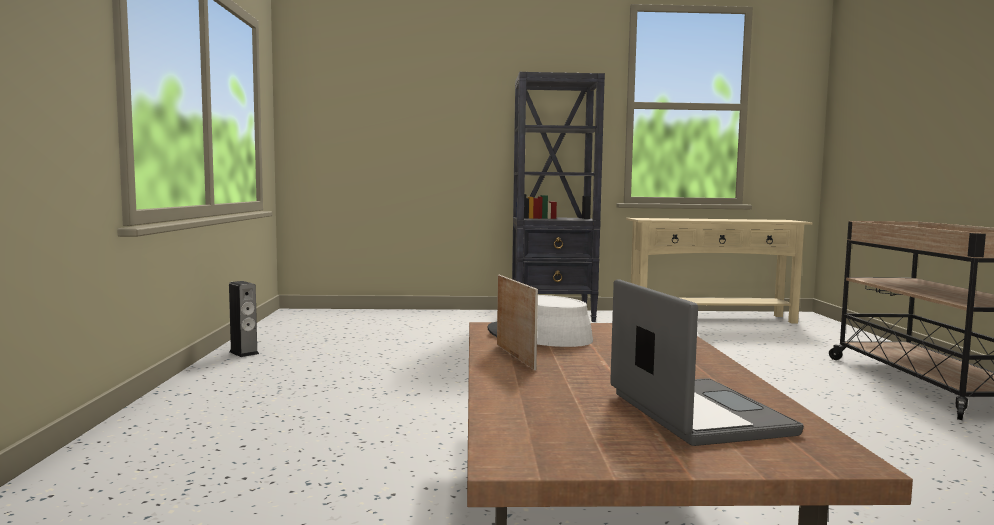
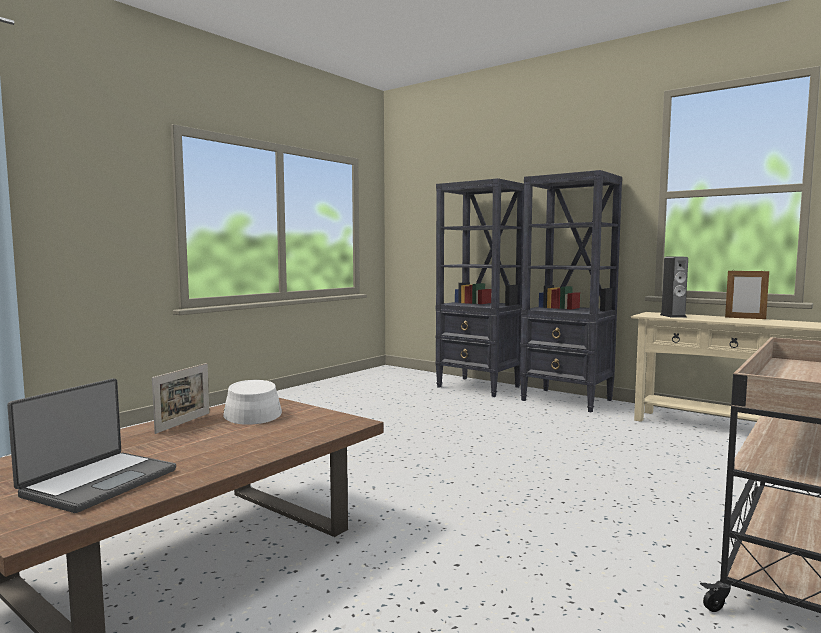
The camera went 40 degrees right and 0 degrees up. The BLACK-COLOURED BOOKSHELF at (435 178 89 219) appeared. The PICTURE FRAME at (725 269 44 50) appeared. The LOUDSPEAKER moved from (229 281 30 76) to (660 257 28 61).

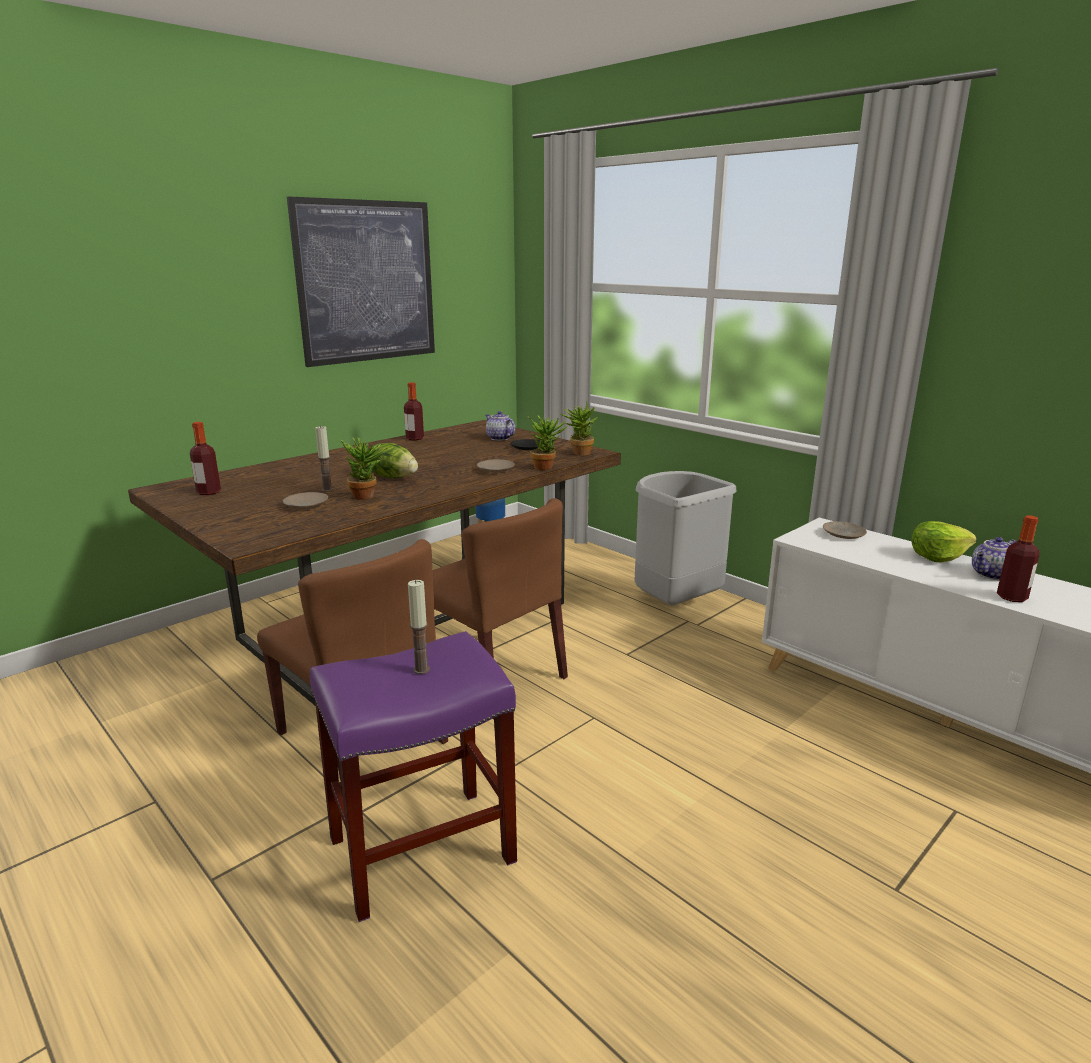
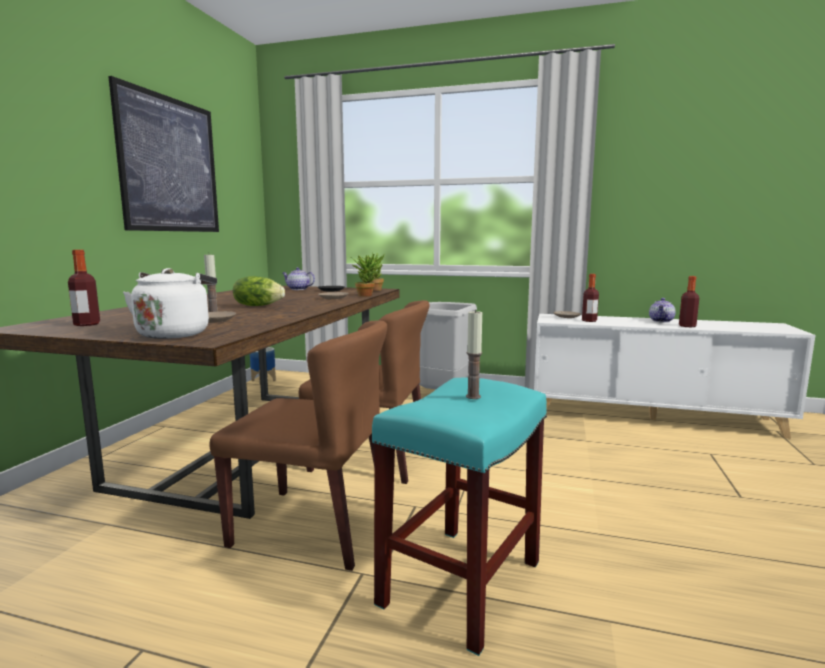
The camera went 30 degrees left and 10 degrees down. The PLANT IN A POT at (341 437 48 63) disappeared. The LETTUCE at (912 521 64 41) disappeared. The WHITE-COLOURED KETTLE at (123 268 94 71) appeared. The DRINK BOTTLE moved from (404 382 20 58) to (582 274 17 48). The PURPLE STOOL at (310 631 207 291) became the BLUE-GREEN STOOL at (372 377 175 279).

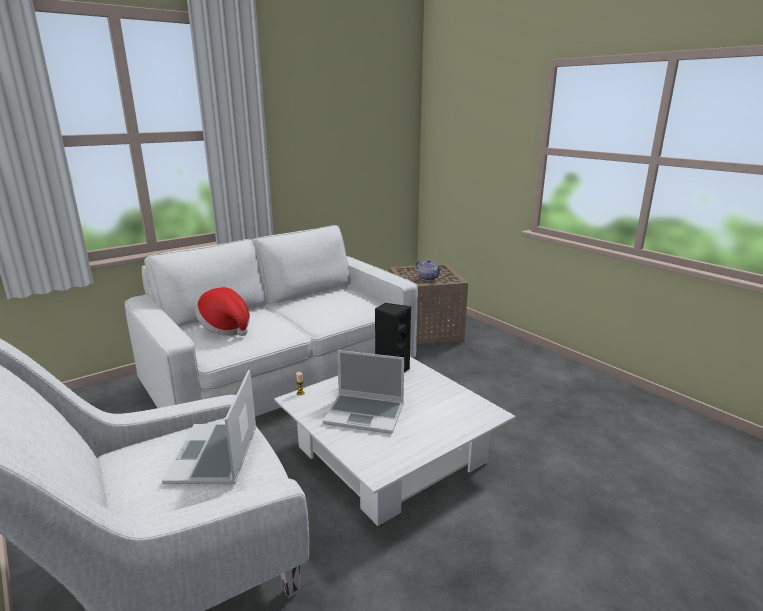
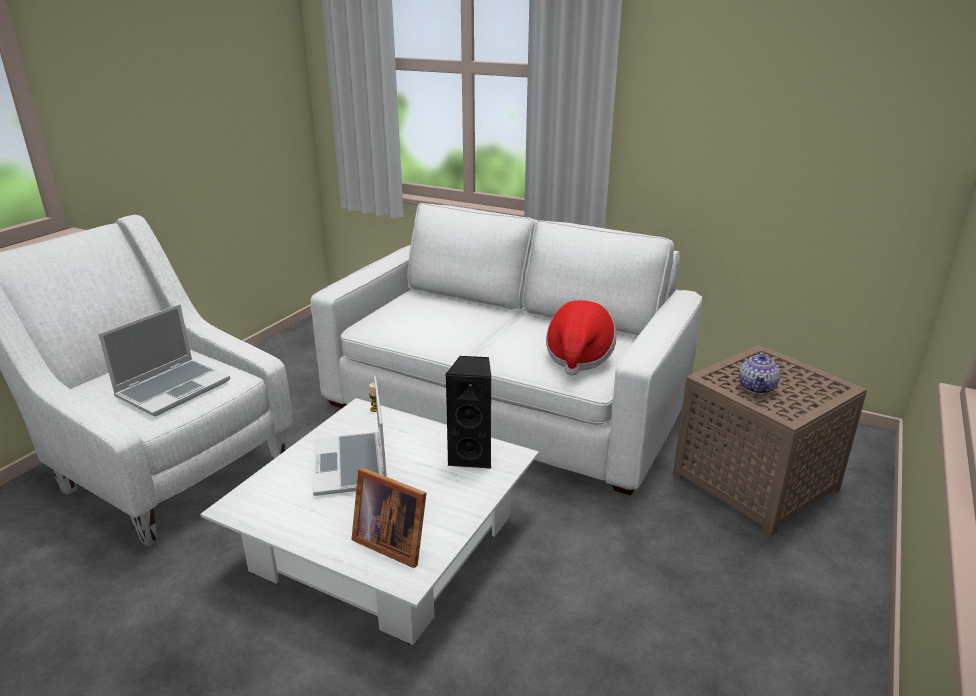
The camera went 65 degrees right and 5 degrees up. The PICTURE FRAME at (351 468 76 100) appeared. The CLOTHING HAT moved from (195 287 55 49) to (546 300 71 76). The NOTEBOOK COMPUTER at (162 370 95 114) turned 150 degrees clockwise.

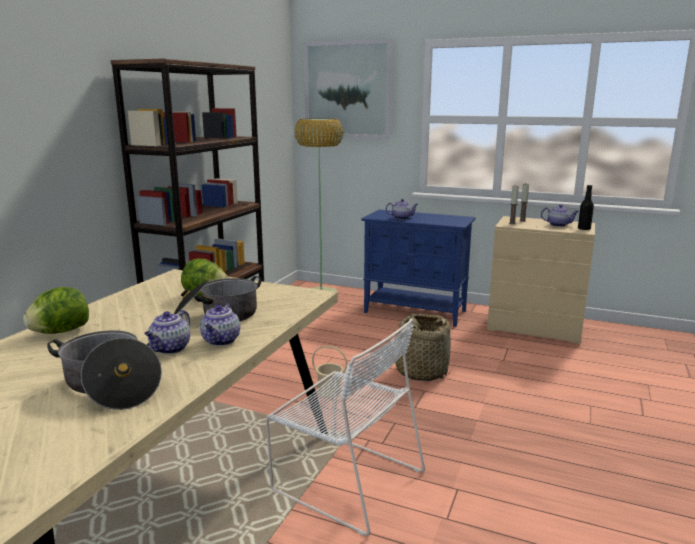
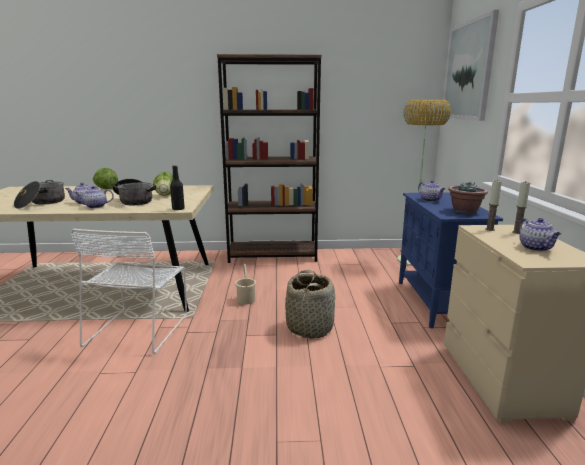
The camera went 65 degrees right and 0 degrees up. The PLANT IN A POT at (448 181 40 33) appeared. The BLACK-COLOURED DRINK BOTTLE moved from (578 185 16 45) to (170 165 15 45).

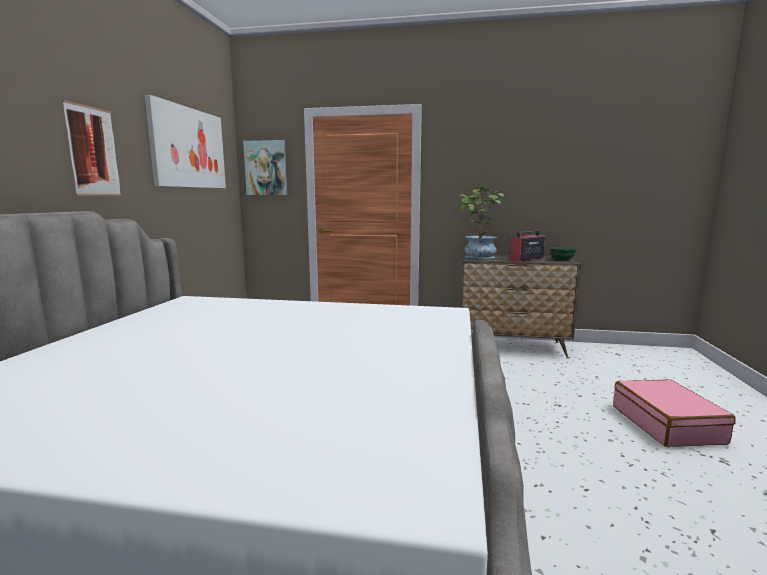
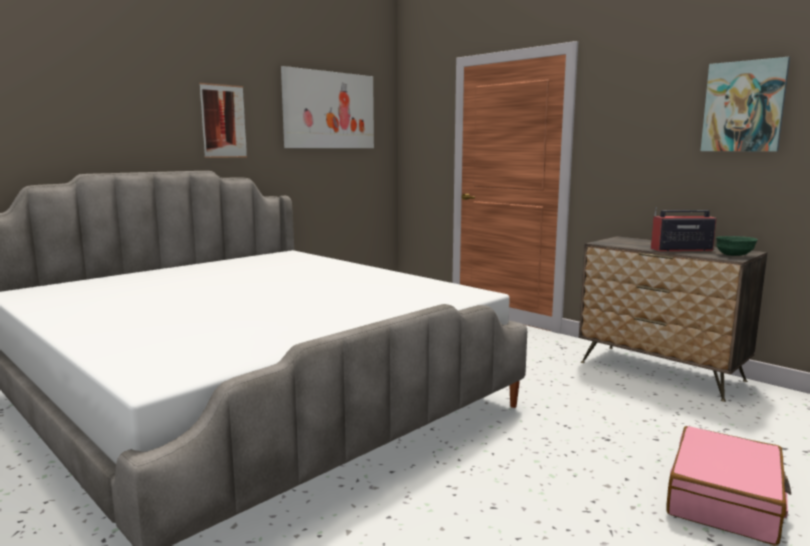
The camera went 35 degrees right and 0 degrees up. The PLANT IN A POT at (460 187 44 72) disappeared. The WALL ART moved from (243 140 44 55) to (701 57 89 94).

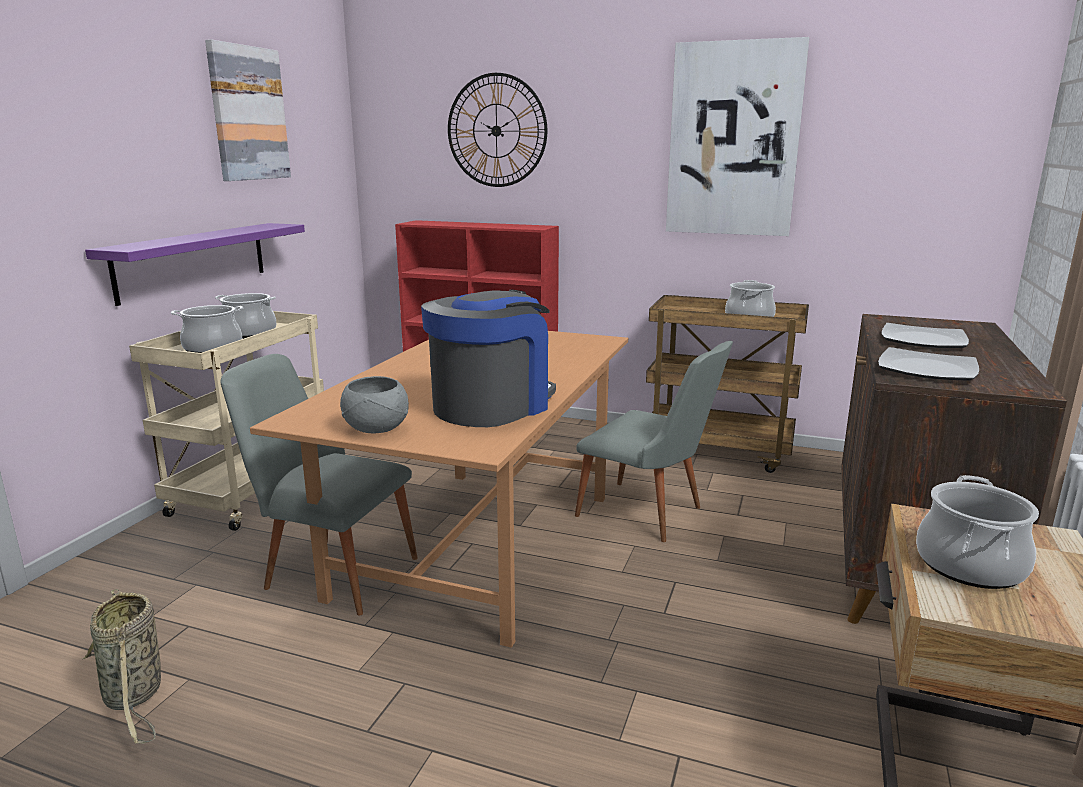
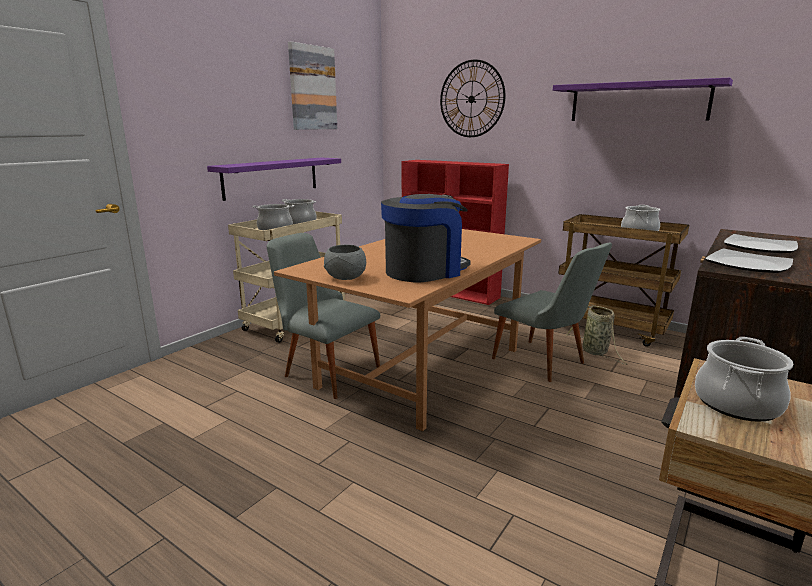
The camera went 15 degrees right and 0 degrees up. The HOUSEHOLD BASKET moved from (82 589 79 155) to (566 304 61 61). The WALL ART at (666 37 143 199) was replaced by the PURPLE WALL SHELF at (553 78 180 43).

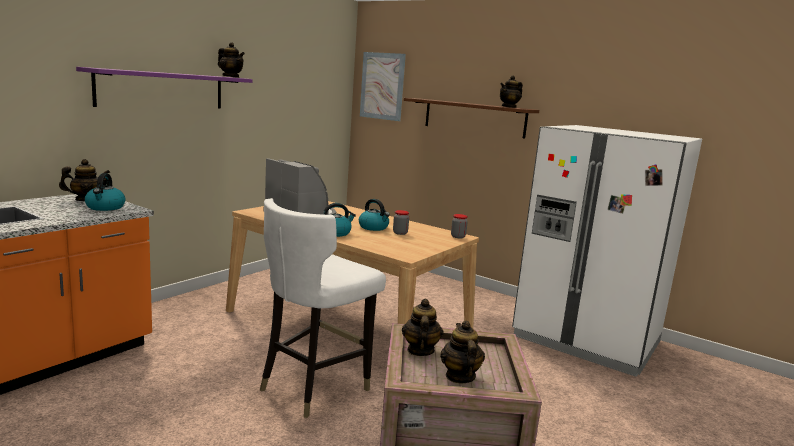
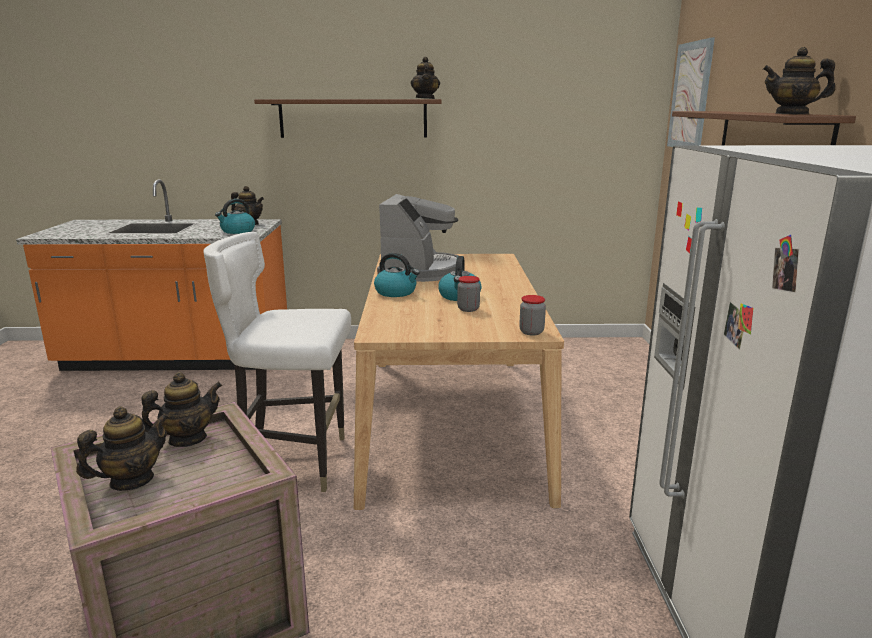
The camera went 55 degrees right and 5 degrees up. The PURPLE WALL SHELF at (76 67 176 42) became the BROWNISH WALL SHELF at (254 99 187 39).

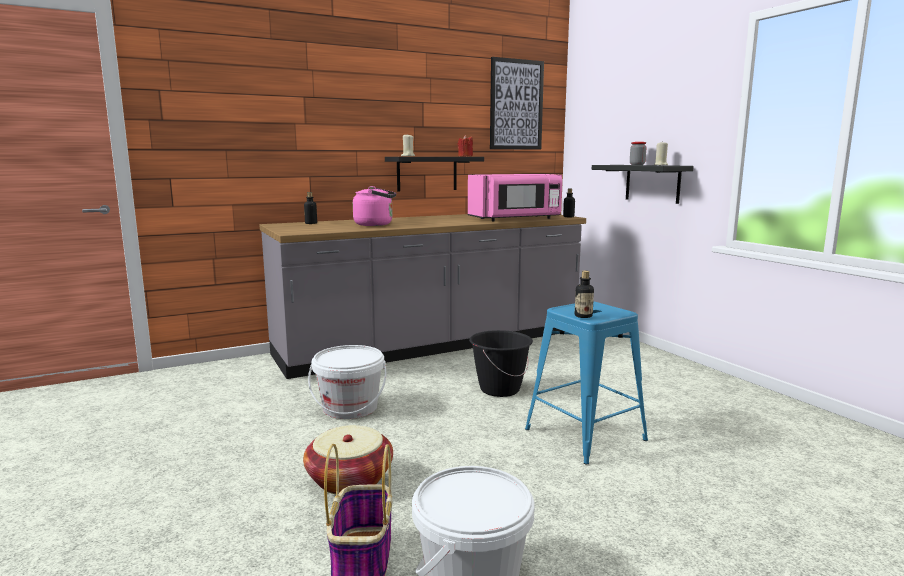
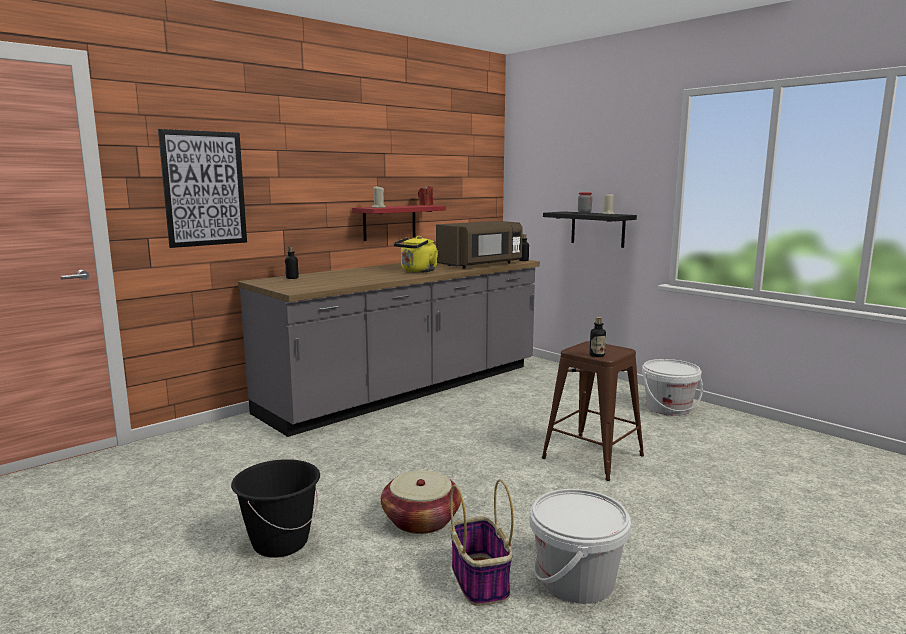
The camera went 15 degrees left and 0 degrees up. The PINK KETTLE at (353 186 43 40) disappeared. The YELLOW KETTLE at (394 236 44 37) appeared. The WHITE-COLOURED BUCKET moved from (308 345 78 74) to (642 359 61 57). The BLACK-COLOURED BUCKET moved from (469 330 64 67) to (231 459 89 99). The WALL ART moved from (490 57 54 93) to (158 129 89 119). The BLACK-COLOURED WALL SHELF at (385 157 99 34) became the RED-COLOURED WALL SHELF at (352 205 94 36). The PINK KITCHEN MICROWAVE at (468 174 94 47) became the BROWNISH KITCHEN MICROWAVE at (436 221 87 48). The BLUE-COLOURED STOOL at (525 301 123 164) became the BROWNISH STOOL at (542 341 102 140).

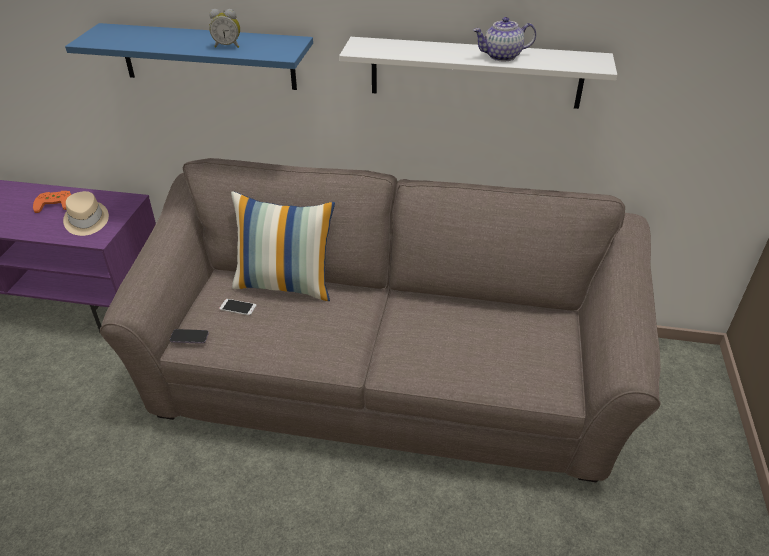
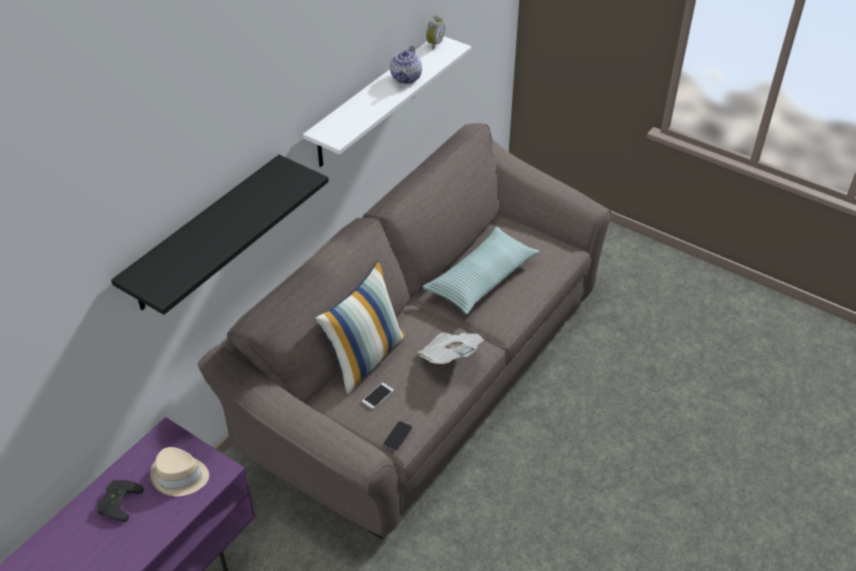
The camera went 65 degrees left and 5 degrees up. The NEWSPAPER at (418 332 66 32) appeared. The PILLOW at (423 227 117 87) appeared. The BEDSIDE CLOCK moved from (209 9 31 39) to (426 14 19 36). The ORANGE GAMEPAD at (33 191 38 22) became the BLACK-COLOURED GAMEPAD at (97 480 47 42). The BLUE-COLOURED WALL SHELF at (65 23 248 67) became the BLACK-COLOURED WALL SHELF at (111 155 218 160).

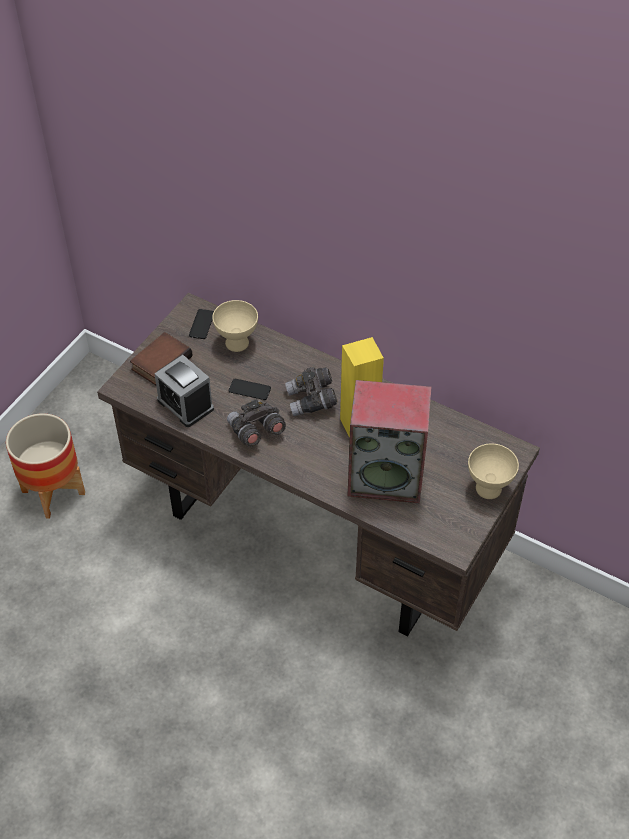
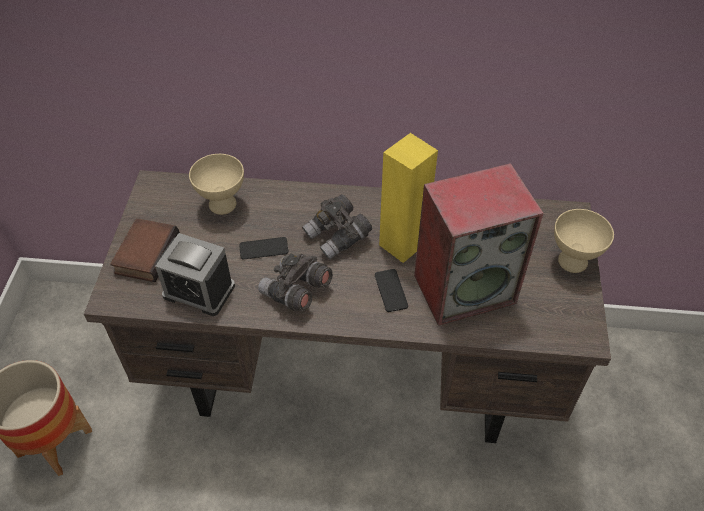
The camera went 25 degrees left and 0 degrees up. The TELEPHONE moved from (189 309 25 30) to (375 269 33 43).

